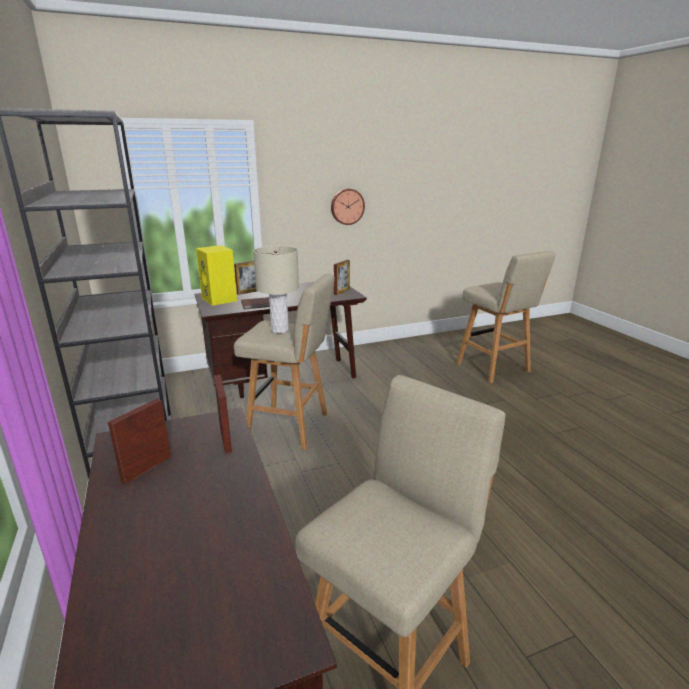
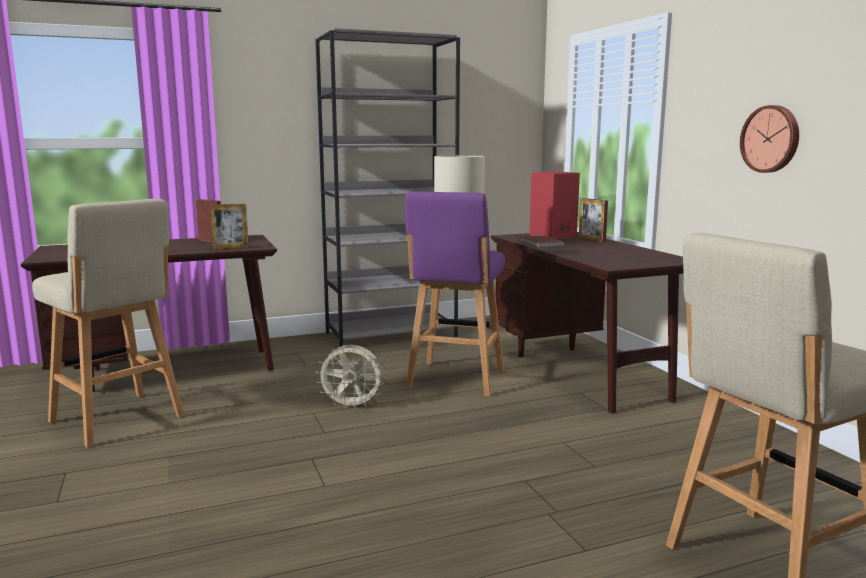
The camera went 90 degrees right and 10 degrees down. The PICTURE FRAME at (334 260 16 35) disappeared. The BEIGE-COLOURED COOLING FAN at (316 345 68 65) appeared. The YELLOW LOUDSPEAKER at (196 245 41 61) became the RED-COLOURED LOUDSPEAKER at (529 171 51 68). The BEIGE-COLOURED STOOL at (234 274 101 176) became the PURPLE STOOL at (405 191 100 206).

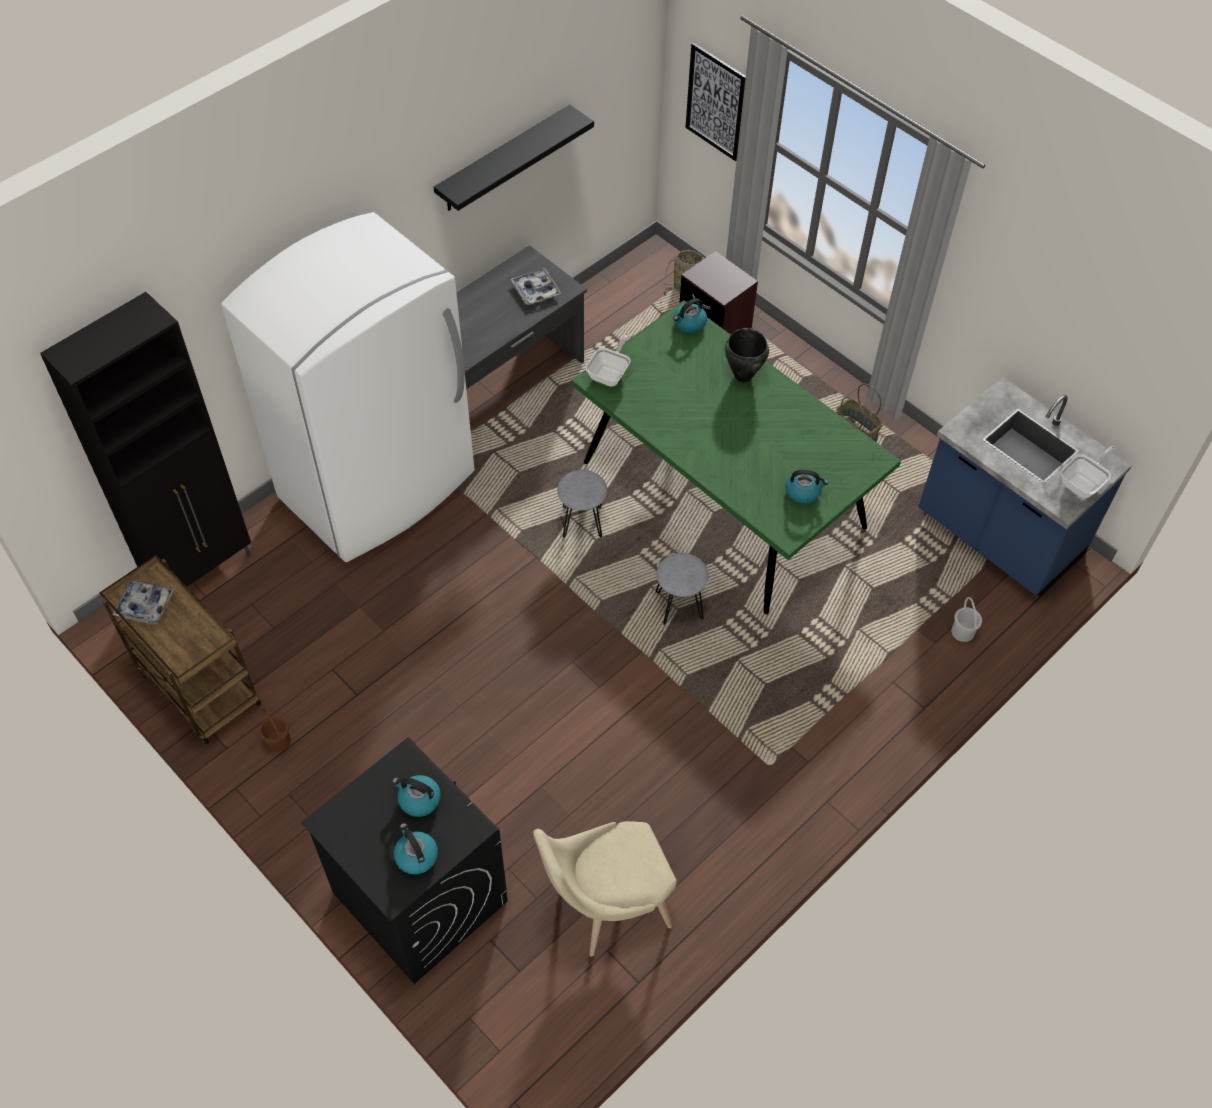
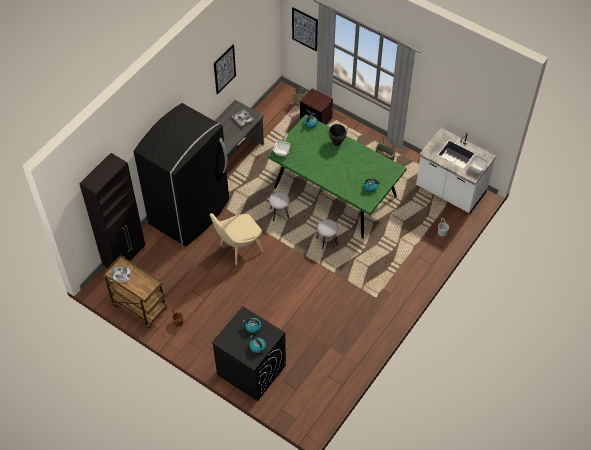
The camera went 10 degrees left and 0 degrees up. The BEIGE-COLOURED PLAIN CHAIR moved from (533 821 144 136) to (210 213 53 52). The BLACK-COLOURED WALL SHELF at (433 105 161 106) was replaced by the WALL ART at (214 45 22 50). The WHITE-COLOURED REFRIGERATOR at (221 212 254 350) became the BLACK-COLOURED REFRIGERATOR at (133 103 96 144). The BLUE-COLOURED KITCHEN COUNTER at (918 377 214 219) became the WHITE-COLOURED KITCHEN COUNTER at (416 128 80 85).

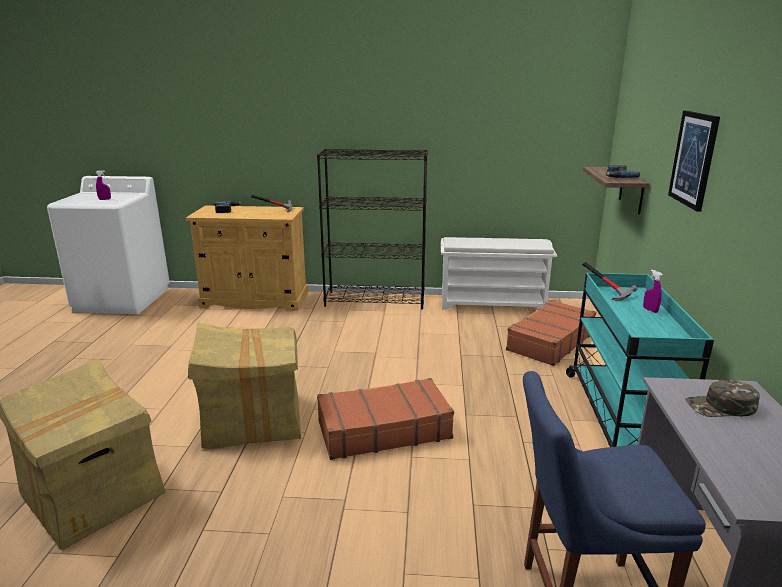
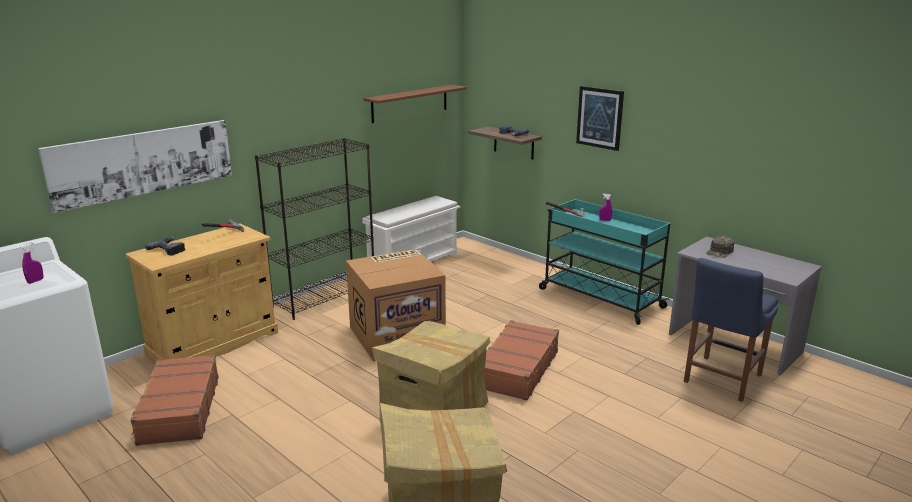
The camera went 50 degrees left and 0 degrees up. The WALL ART at (38 120 194 93) appeared. The CARDBOARD BOX at (346 249 100 113) appeared. The WALL SHELF at (363 85 104 38) appeared. The BROWNISH TRAVEL CASE moved from (506 300 90 66) to (131 354 88 92).

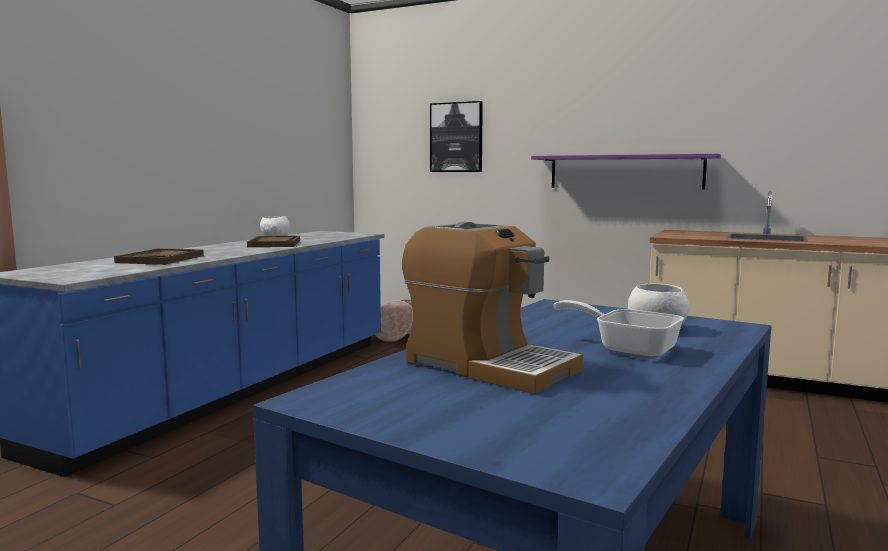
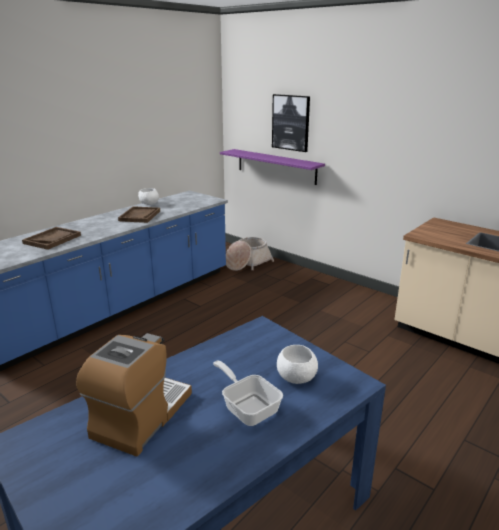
The camera went 15 degrees right and 15 degrees up. The PURPLE WALL SHELF moved from (531 154 190 36) to (220 149 105 36). The COFFEE MAKER at (402 222 181 172) turned 120 degrees counterclockwise.

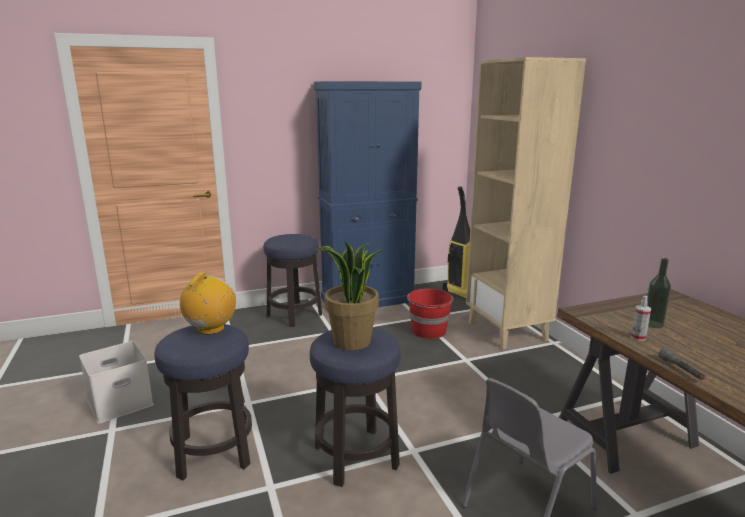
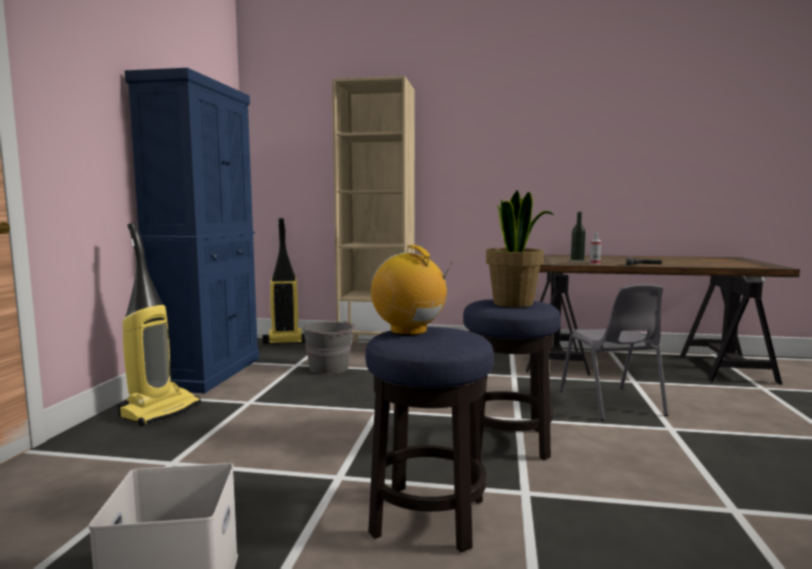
The camera went 60 degrees left and 10 degrees down. The STOOL at (263 234 59 93) was replaced by the VACUUM at (118 223 83 204). The RED-COLOURED BUCKET at (407 289 46 50) became the GRAY BUCKET at (303 321 53 53).

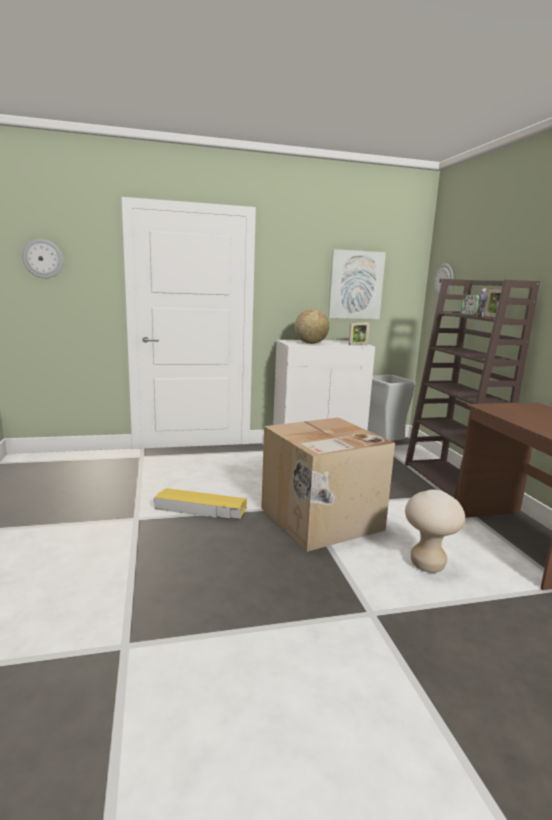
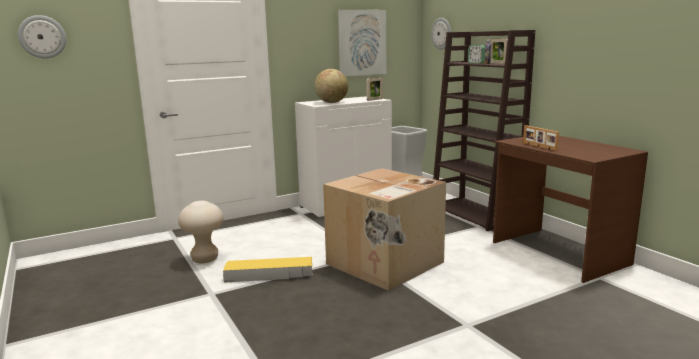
The camera went 15 degrees left and 0 degrees up. The PICTURE FRAME at (523 125 36 26) appeared. The BEIGE-COLOURED STOOL moved from (405 489 60 84) to (178 201 45 62).

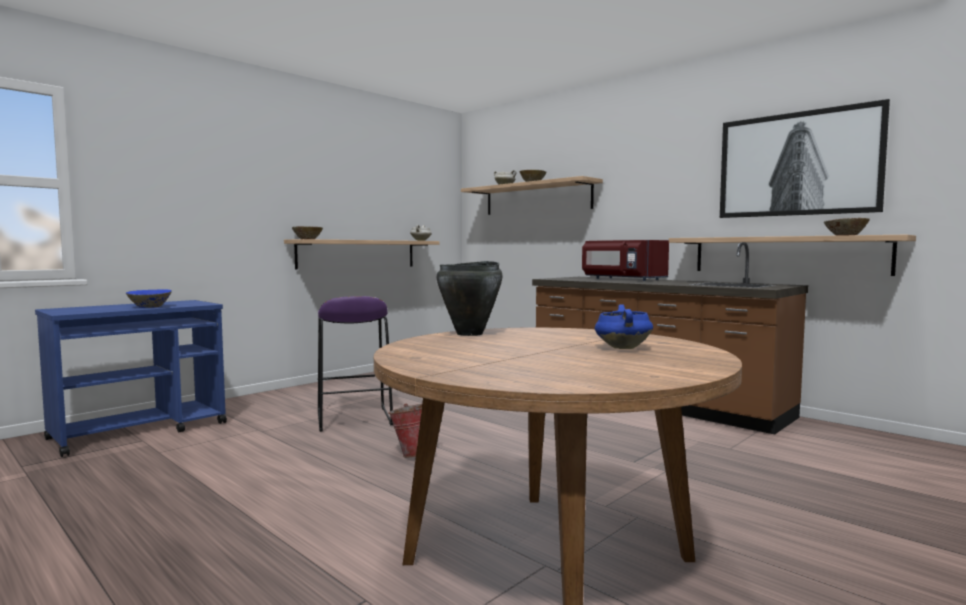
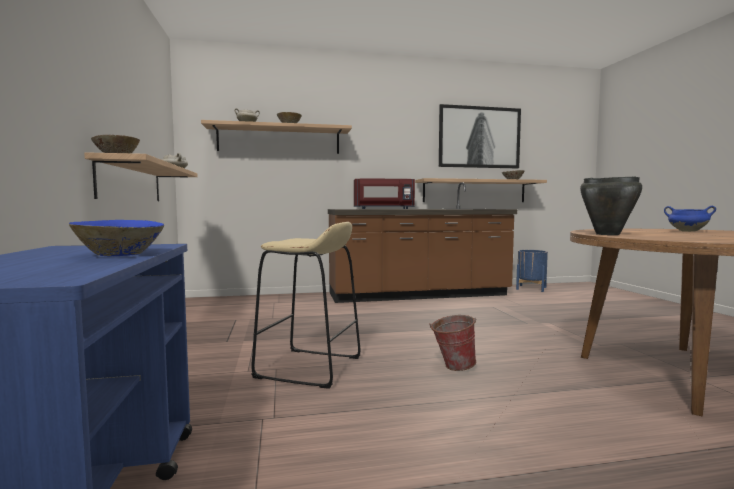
The camera went 55 degrees left and 0 degrees up. The BLUE-COLOURED PLANT POT at (516 250 32 42) appeared. The PURPLE STOOL at (318 296 75 136) became the BEIGE-COLOURED STOOL at (251 222 109 167).

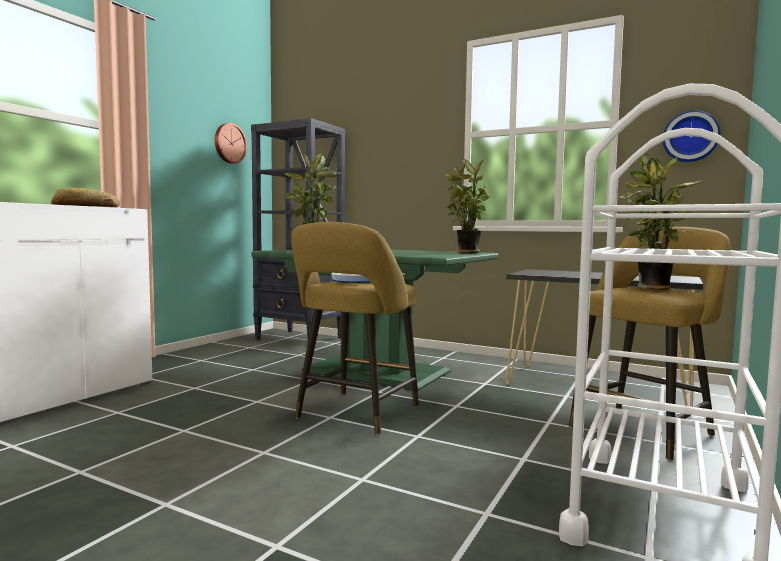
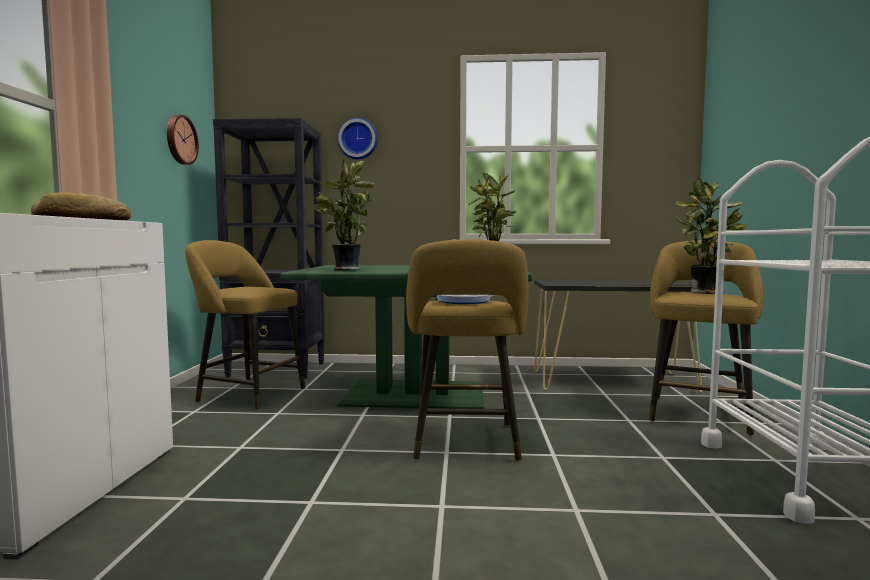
The camera went 25 degrees left and 0 degrees up. The YELLOW STOOL at (185 240 120 171) appeared. The WALL CLOCK moved from (663 110 58 52) to (337 118 41 41).

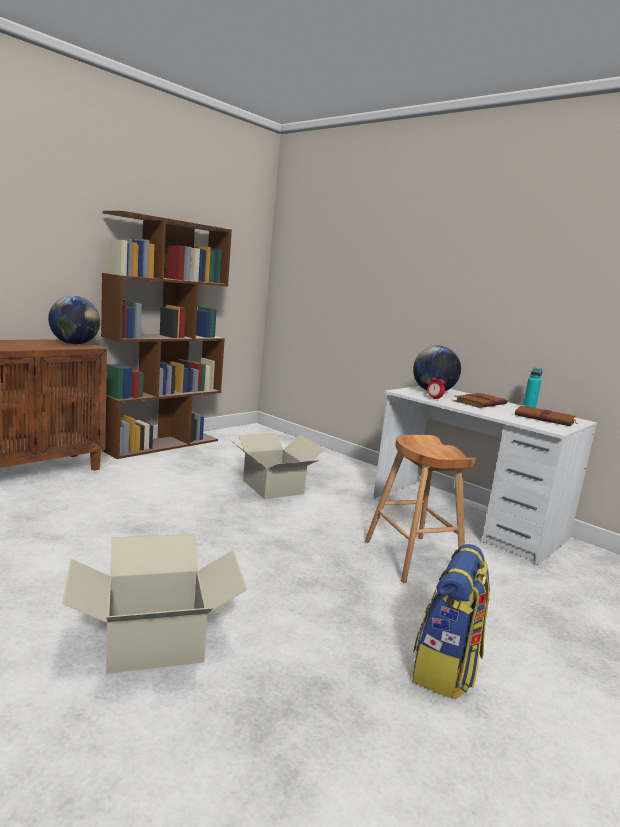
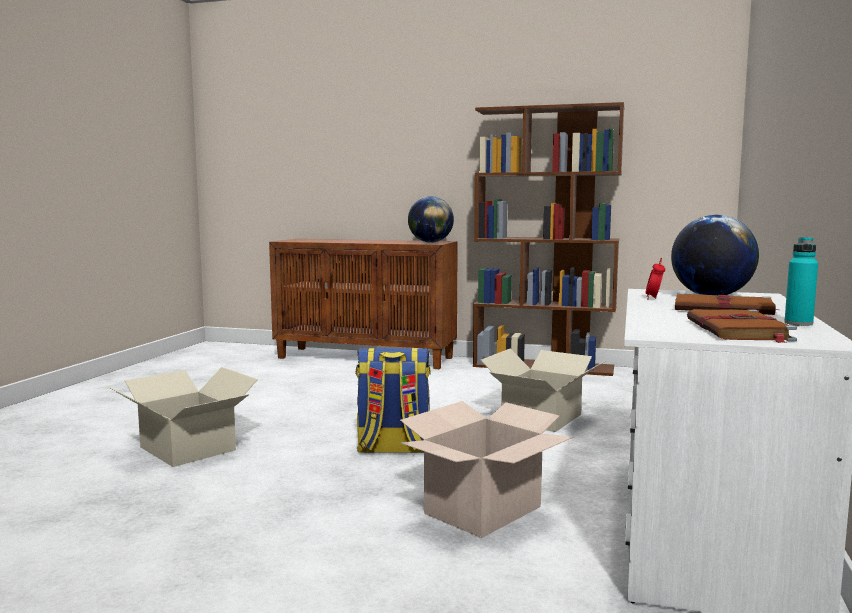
The camera went 65 degrees right and 5 degrees down. The KNAPSACK moved from (412 544 78 155) to (356 348 75 105). The BROWNISH STOOL at (365 435 111 148) was replaced by the CARDBOARD BOX at (400 401 173 137).

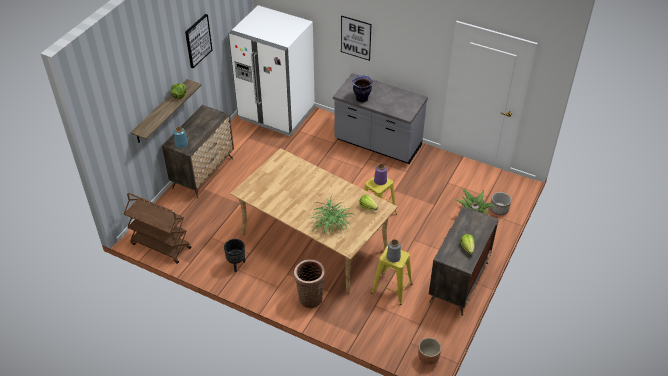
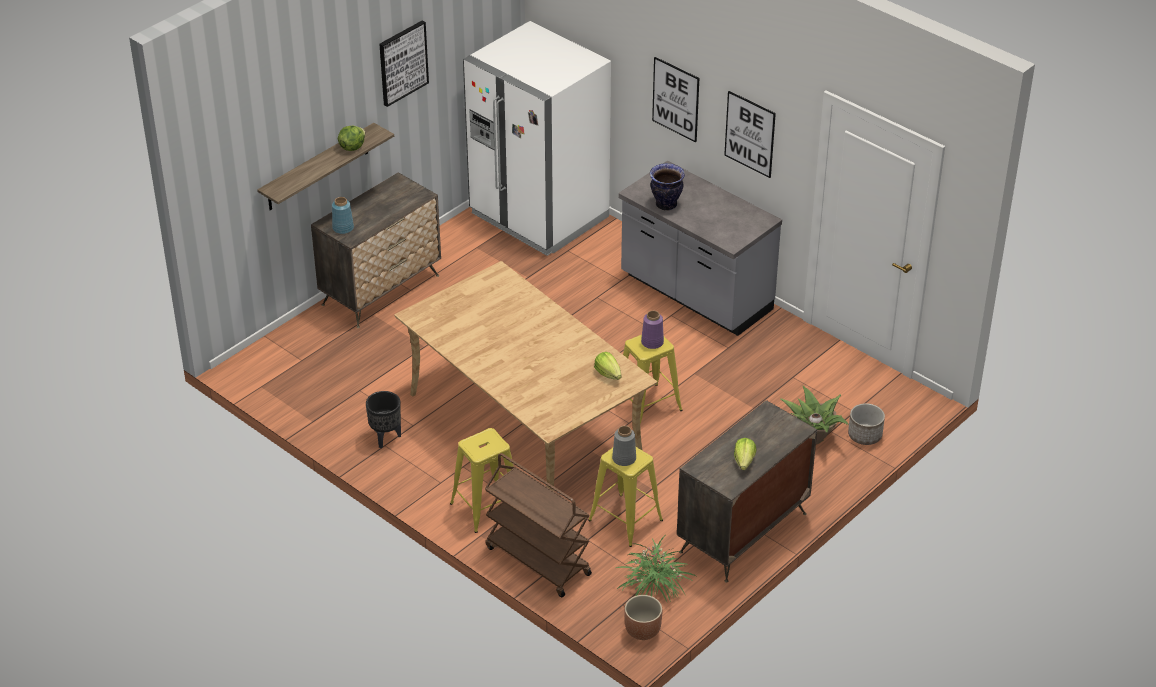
The camera went 15 degrees right and 5 degrees down. The WALL ART at (724 91 52 87) appeared. The BROWNISH TROLLEY moved from (123 193 68 71) to (485 453 107 144). The PLANT IN A POT moved from (309 195 45 41) to (616 535 80 67). The HOUSEHOLD BASKET at (294 260 31 48) was replaced by the YELLOW STOOL at (450 428 64 105).

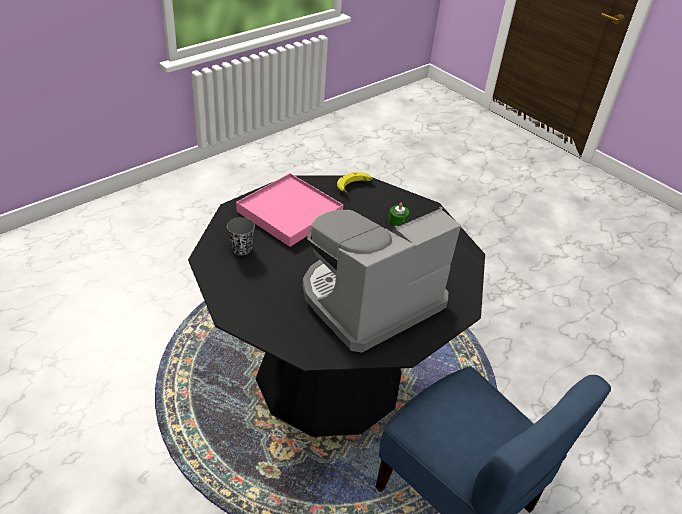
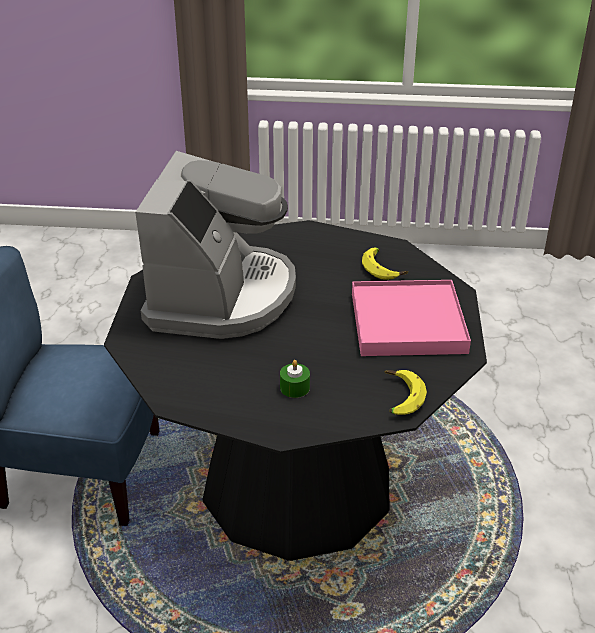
The camera went 140 degrees right and 5 degrees down. The GRAY CUP at (227 217 28 39) was replaced by the BANANA FRUIT at (362 247 46 33).

